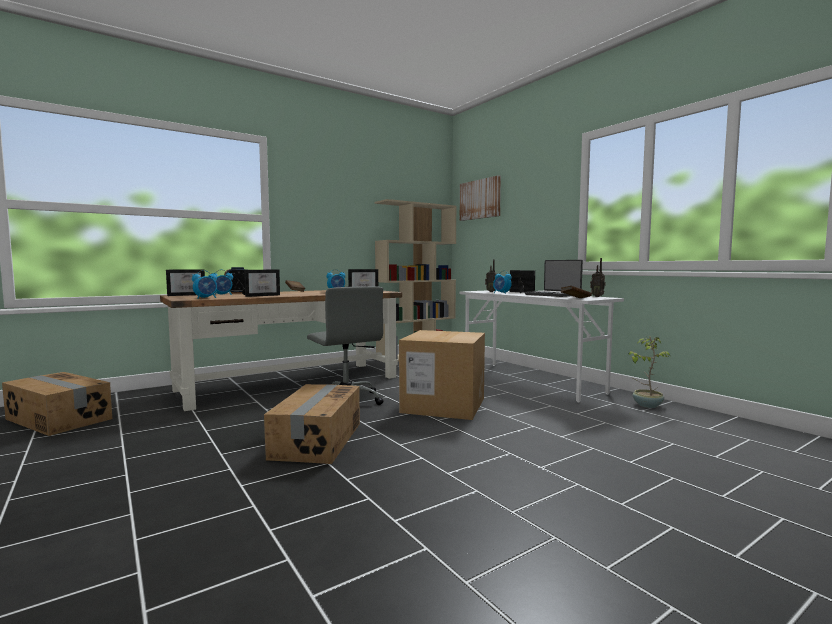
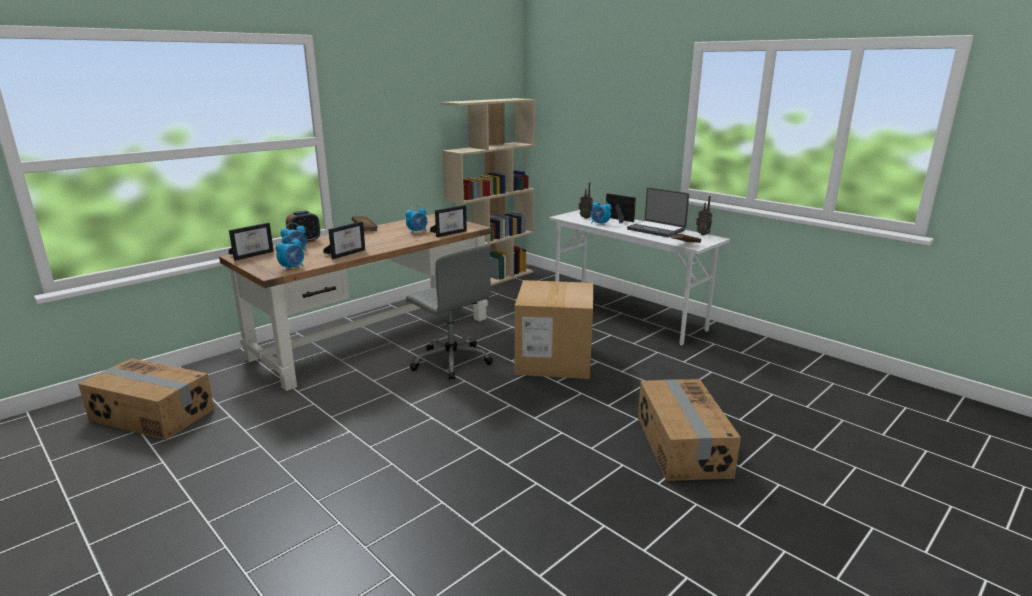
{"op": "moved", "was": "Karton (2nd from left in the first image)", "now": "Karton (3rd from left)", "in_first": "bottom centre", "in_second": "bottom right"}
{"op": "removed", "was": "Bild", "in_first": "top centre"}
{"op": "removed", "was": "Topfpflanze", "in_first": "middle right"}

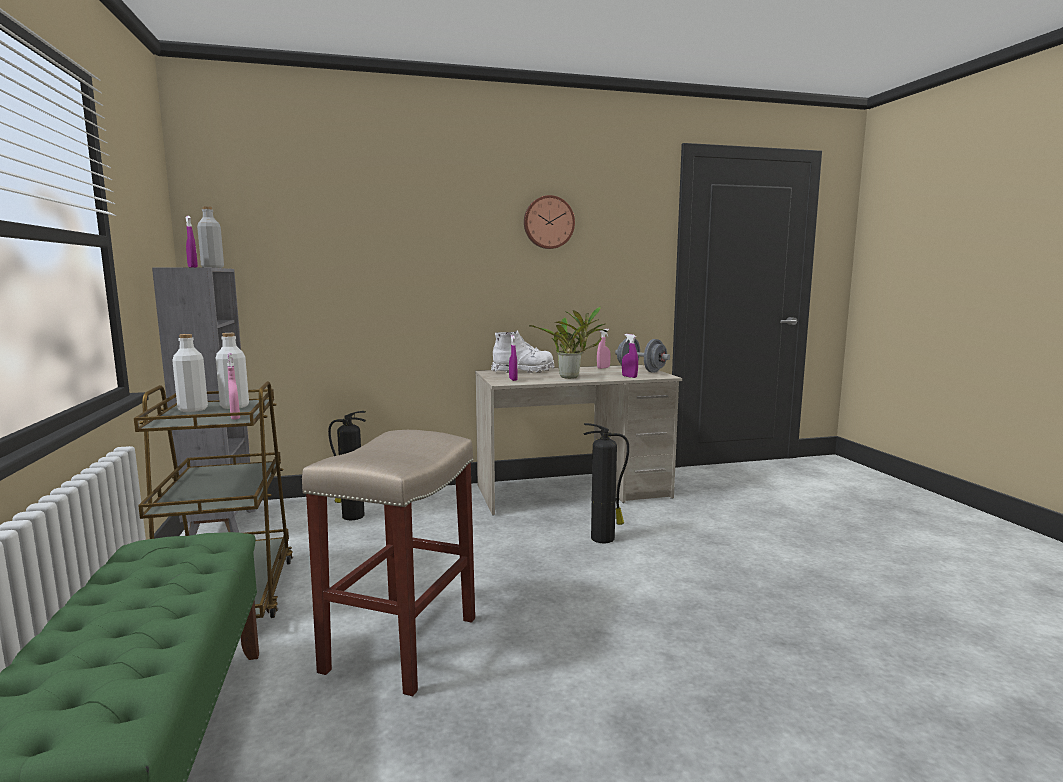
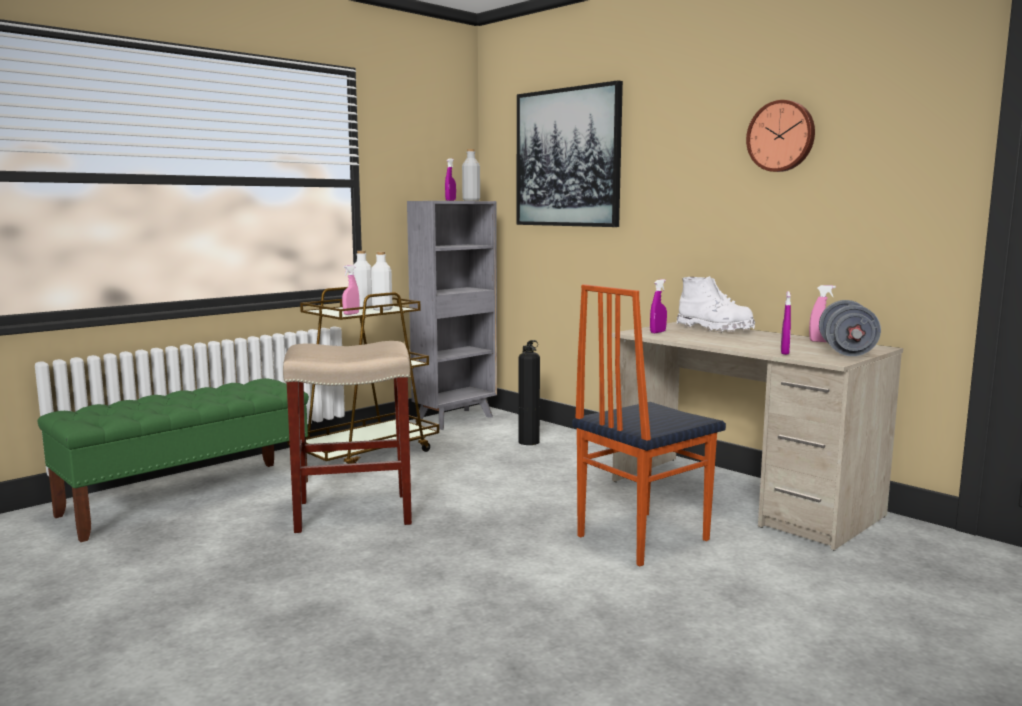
{"op": "added", "now": "Bild", "in_second": "top centre"}
{"op": "replaced", "was": "Feuerlöscher (2nd from left)", "now": "Stuhl", "in_first": "centre", "in_second": "centre"}
{"op": "removed", "was": "Topfpflanze", "in_first": "centre"}

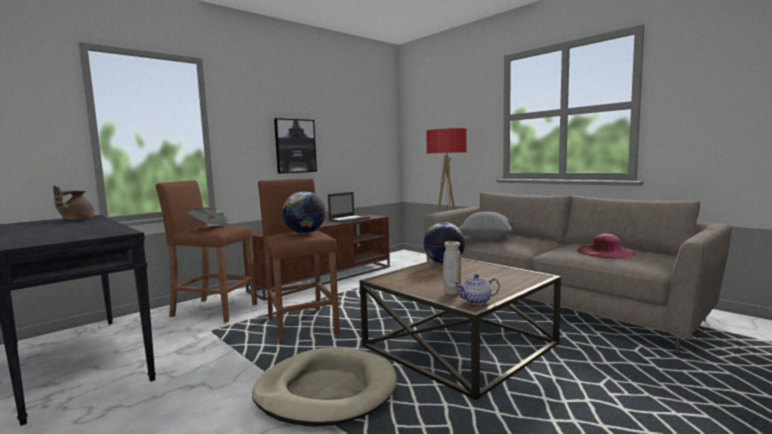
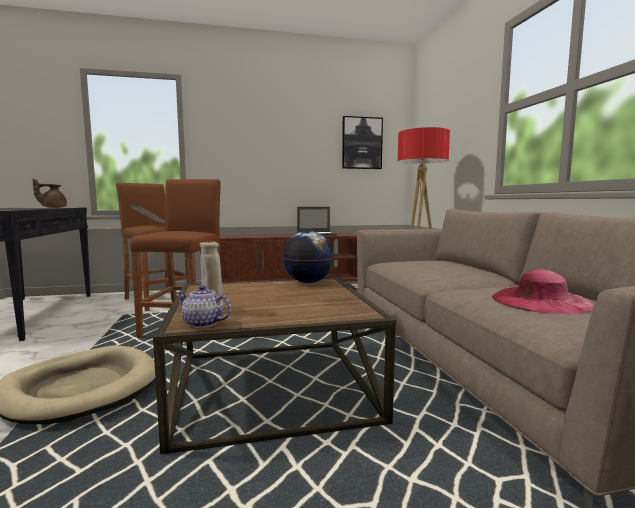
{"op": "moved", "was": "Bild", "in_first": "centre", "in_second": "top centre"}
{"op": "removed", "was": "Globus (1st from left)", "in_first": "centre"}
{"op": "removed", "was": "Kissen (grau)", "in_first": "centre"}

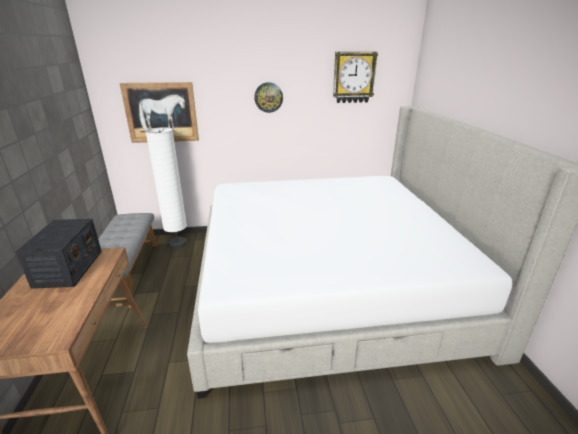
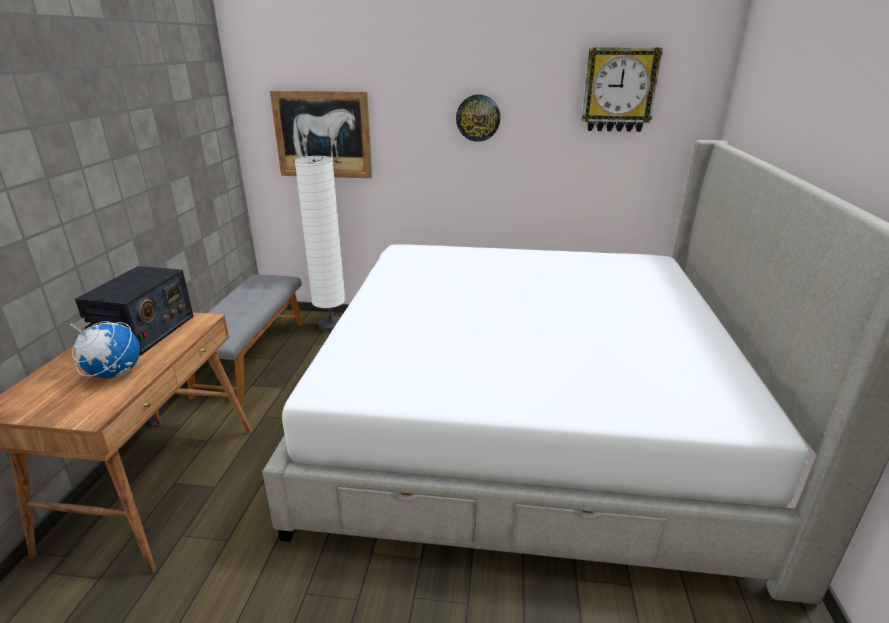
{"op": "added", "now": "Globus", "in_second": "middle left"}

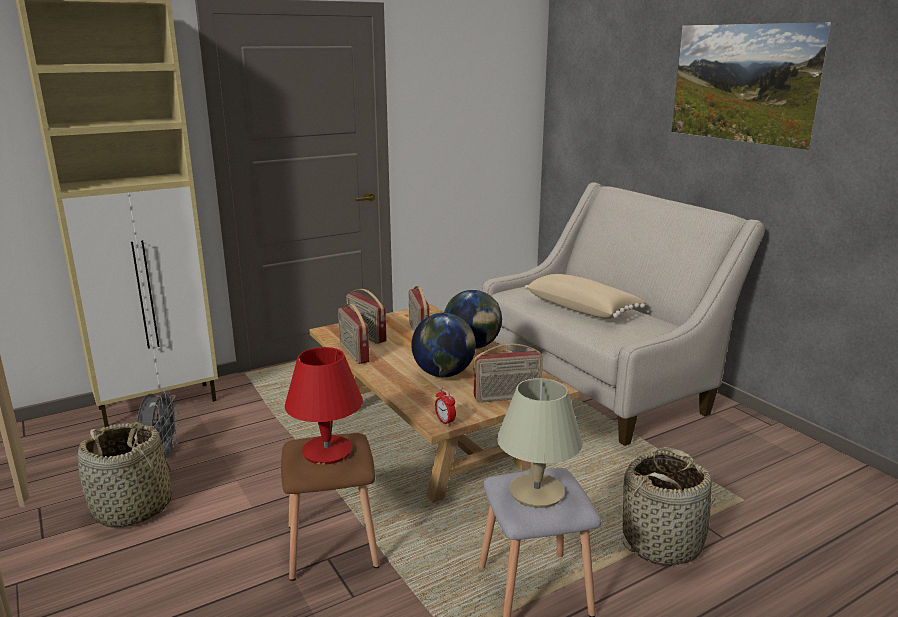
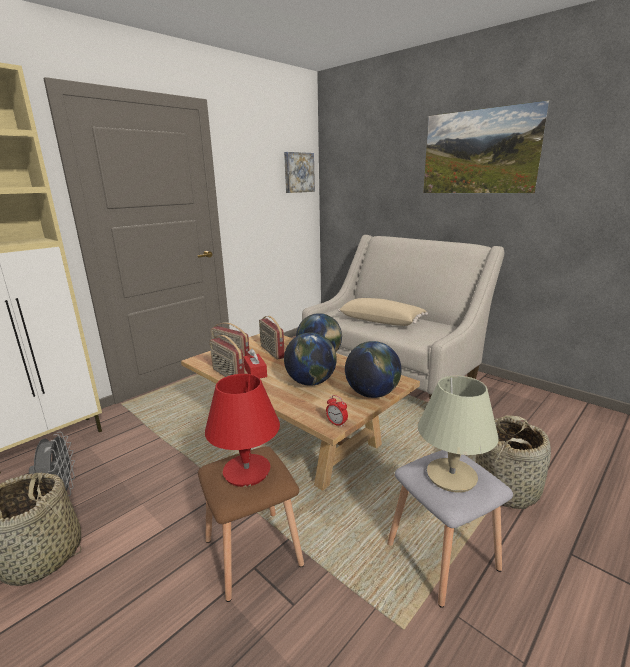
{"op": "added", "now": "Taschentuchbox (rot)", "in_second": "centre"}
{"op": "added", "now": "Bild (1st from left)", "in_second": "top centre"}
{"op": "replaced", "was": "Radio (4th from left)", "now": "Globus (3rd from left)", "in_first": "centre", "in_second": "centre"}

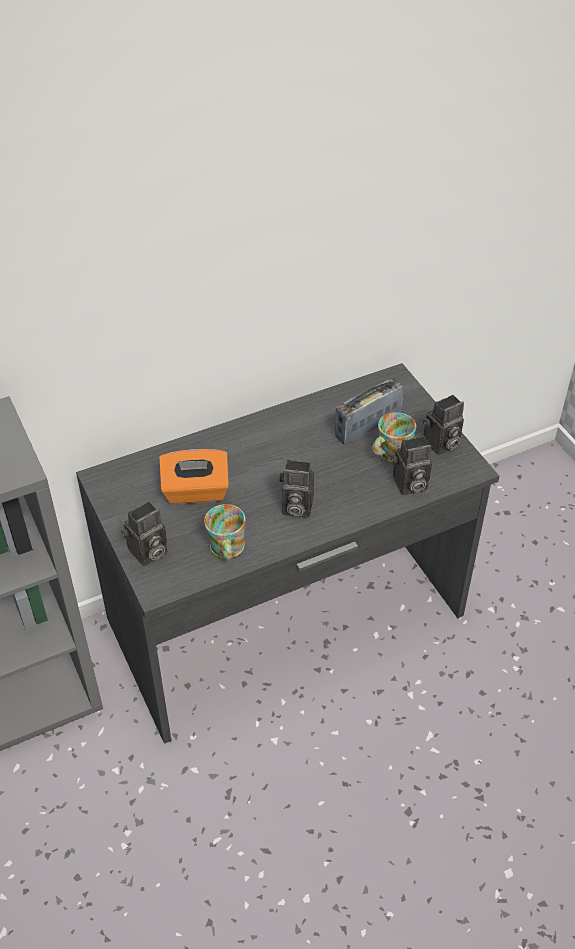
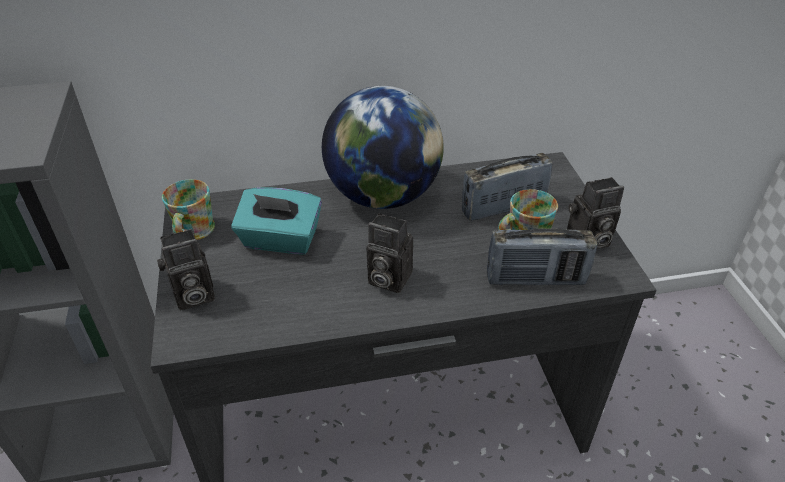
{"op": "moved", "was": "Henkelbecher (1st from left)", "in_first": "centre", "in_second": "middle left"}
{"op": "recoloured", "was": "Taschentuchbox (orange)", "now": "Taschentuchbox (türkis)", "in_first": "centre", "in_second": "centre"}
{"op": "added", "now": "Globus", "in_second": "top centre"}
{"op": "replaced", "was": "Kamera (3rd from left)", "now": "Radio (2nd from left)", "in_first": "middle right", "in_second": "middle right"}

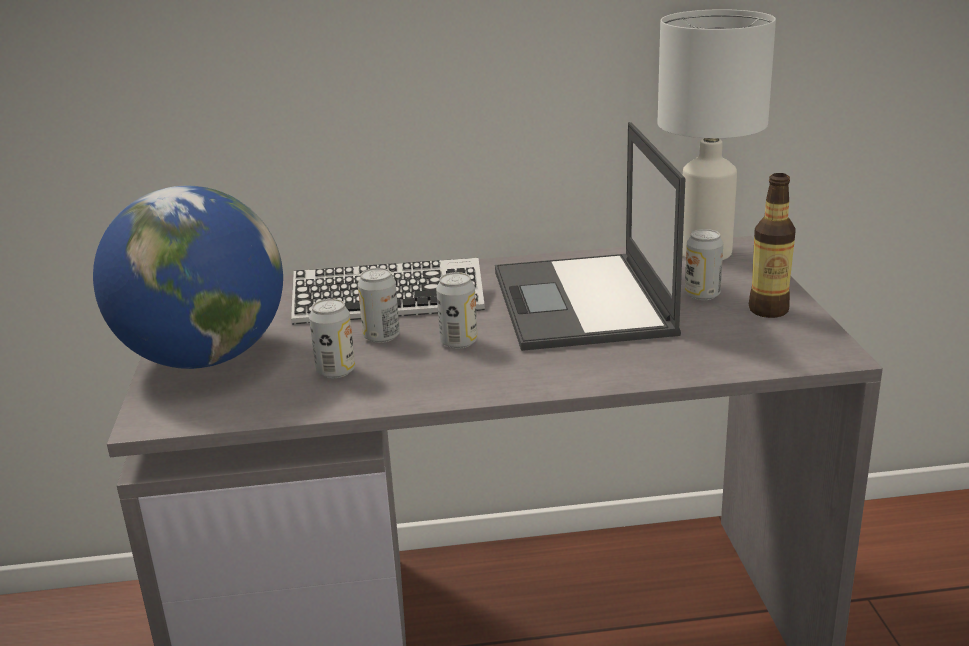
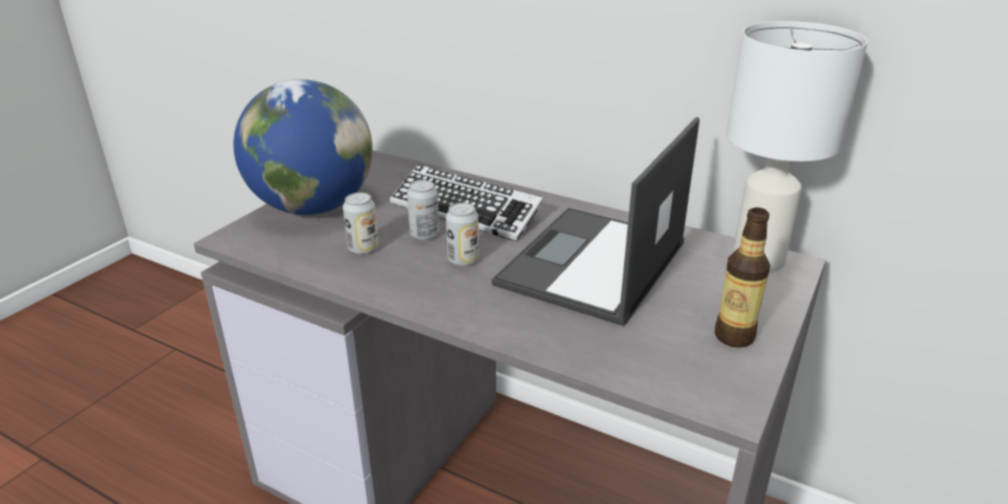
{"op": "removed", "was": "Dose (4th from left)", "in_first": "middle right"}

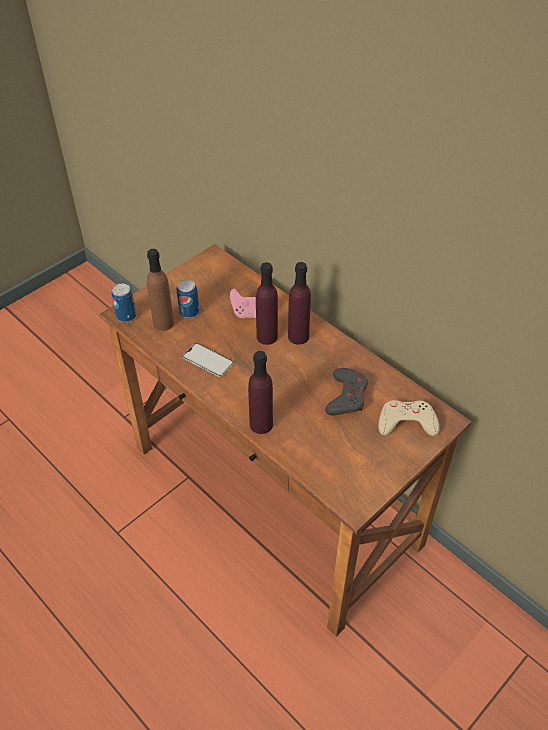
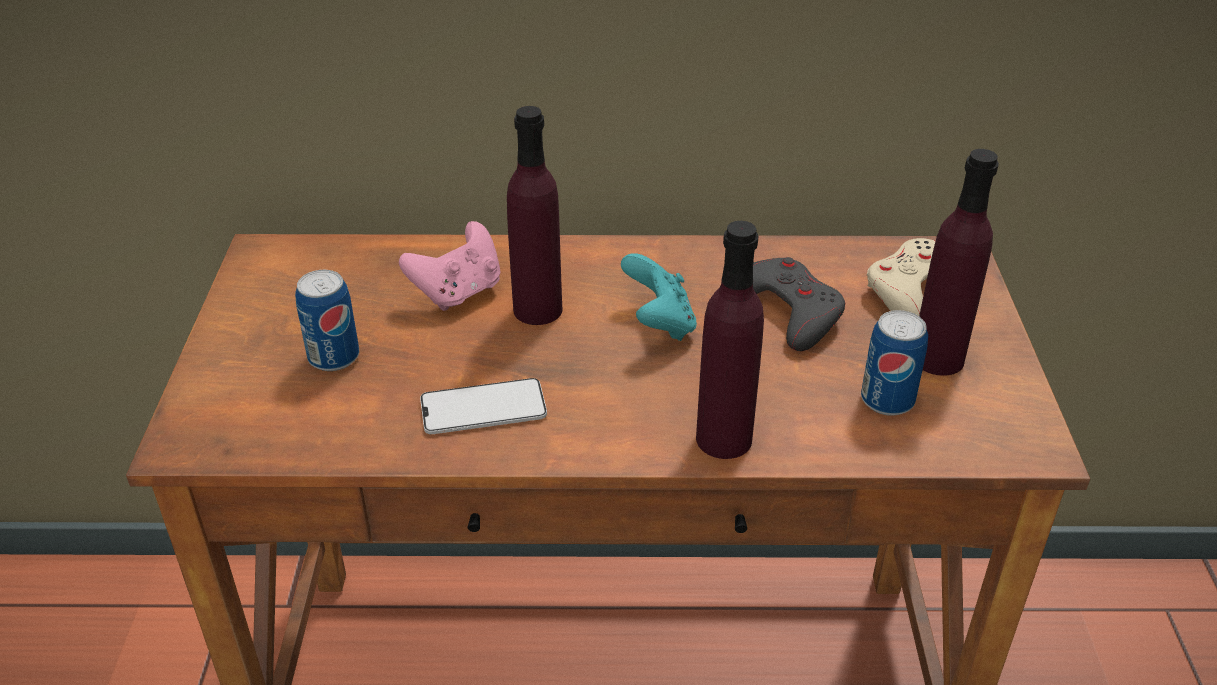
{"op": "added", "now": "Gamepad (türkis)", "in_second": "centre"}
{"op": "moved", "was": "Dose (1st from left in the first image)", "now": "Dose (2nd from left)", "in_first": "middle left", "in_second": "middle right"}
{"op": "moved", "was": "Flasche (lila) (3rd from left)", "in_first": "centre", "in_second": "middle right"}
{"op": "removed", "was": "Flasche (braun)", "in_first": "middle left"}

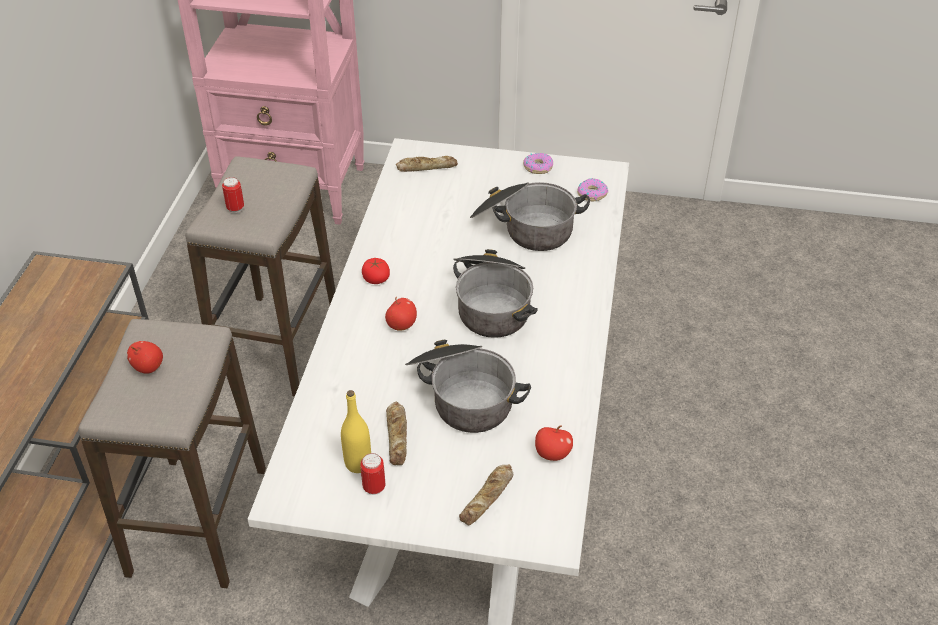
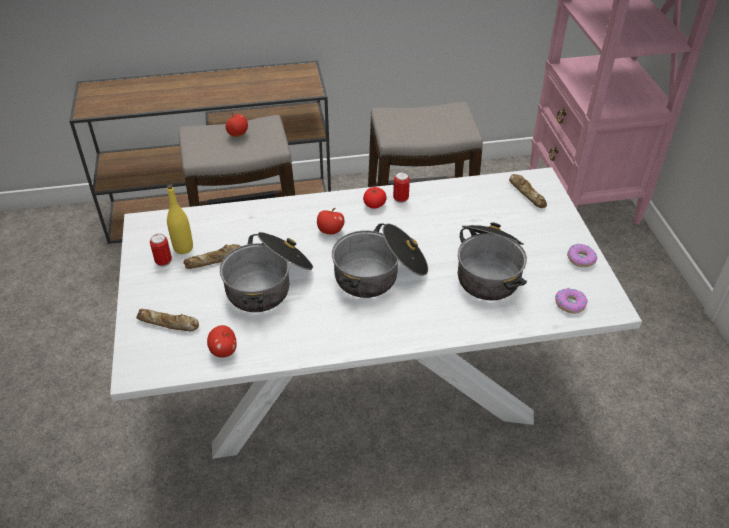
{"op": "moved", "was": "Dose (1st from left in the first image)", "now": "Dose (2nd from left)", "in_first": "top left", "in_second": "centre"}

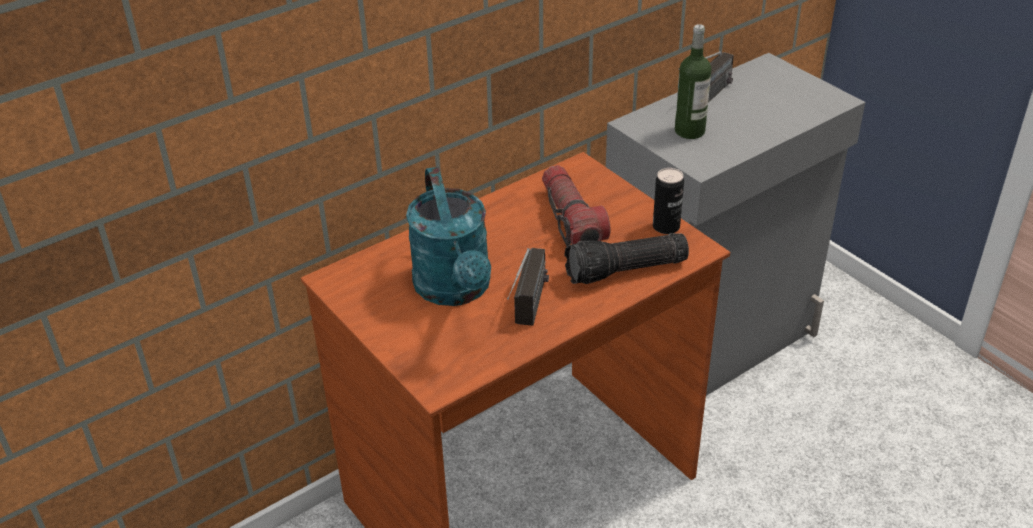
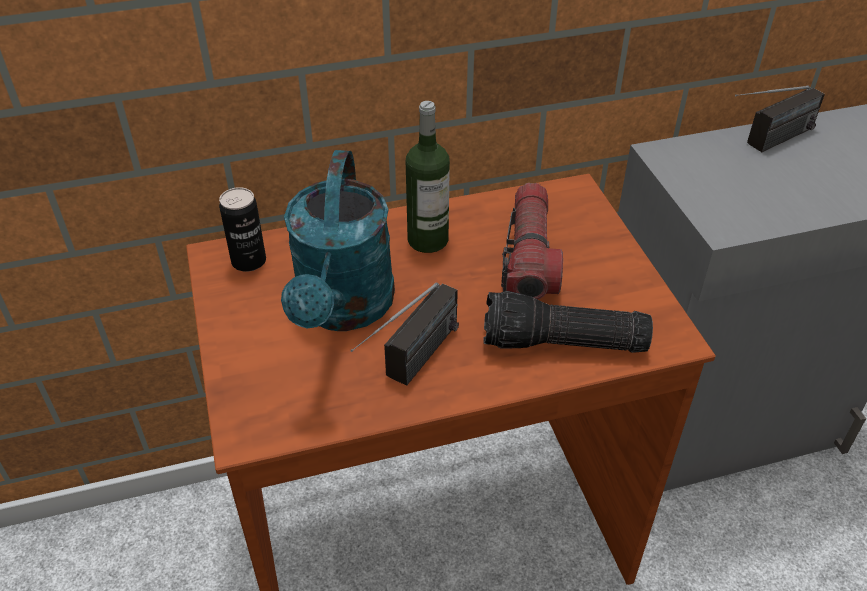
{"op": "moved", "was": "Dose", "in_first": "centre", "in_second": "middle left"}
{"op": "moved", "was": "Flasche", "in_first": "top right", "in_second": "top centre"}

